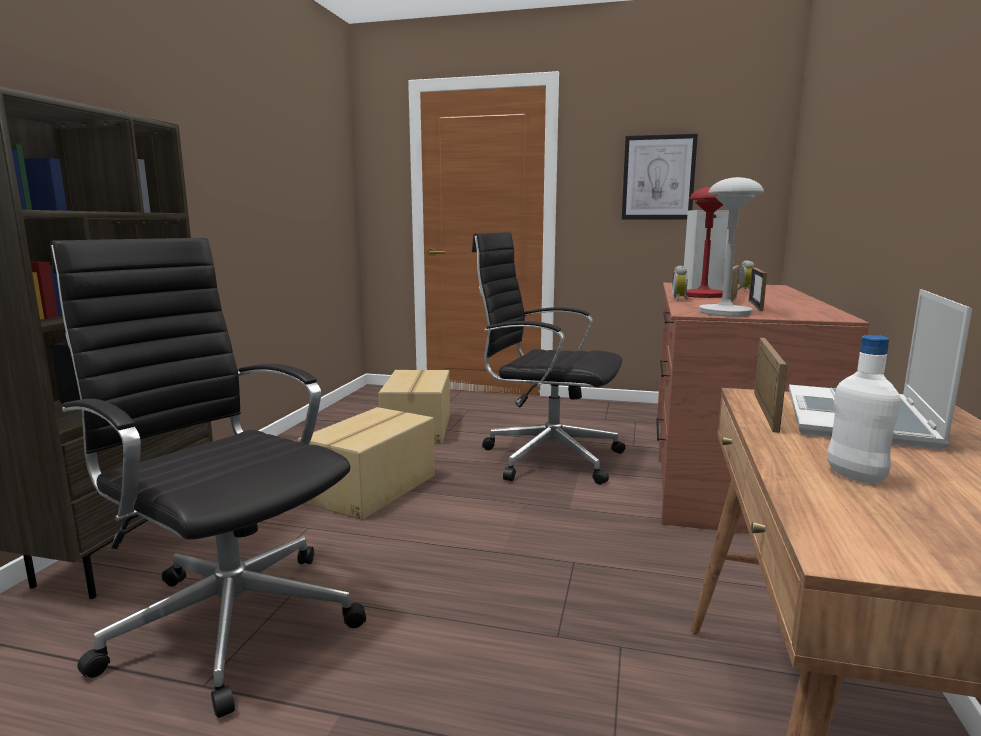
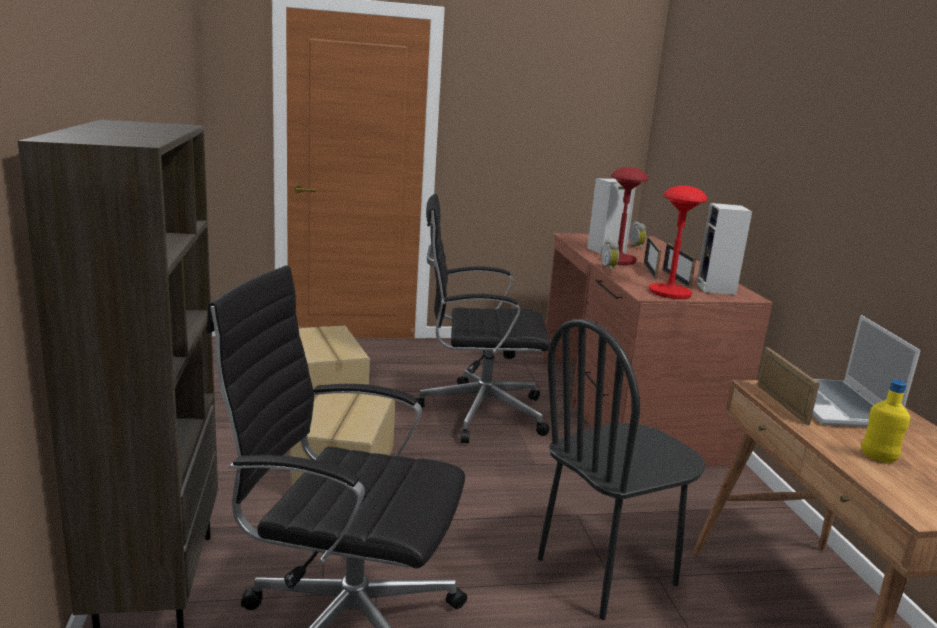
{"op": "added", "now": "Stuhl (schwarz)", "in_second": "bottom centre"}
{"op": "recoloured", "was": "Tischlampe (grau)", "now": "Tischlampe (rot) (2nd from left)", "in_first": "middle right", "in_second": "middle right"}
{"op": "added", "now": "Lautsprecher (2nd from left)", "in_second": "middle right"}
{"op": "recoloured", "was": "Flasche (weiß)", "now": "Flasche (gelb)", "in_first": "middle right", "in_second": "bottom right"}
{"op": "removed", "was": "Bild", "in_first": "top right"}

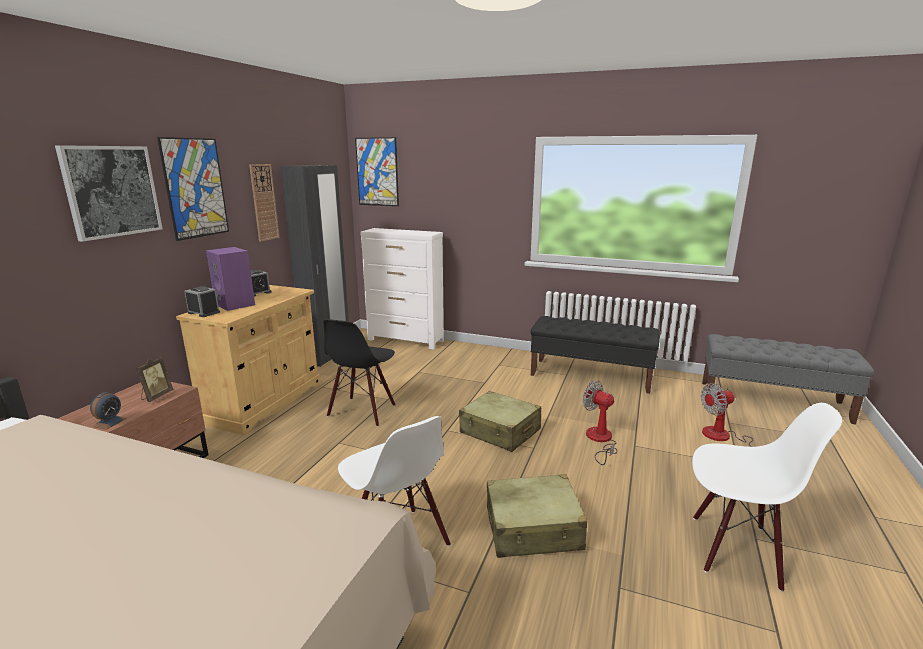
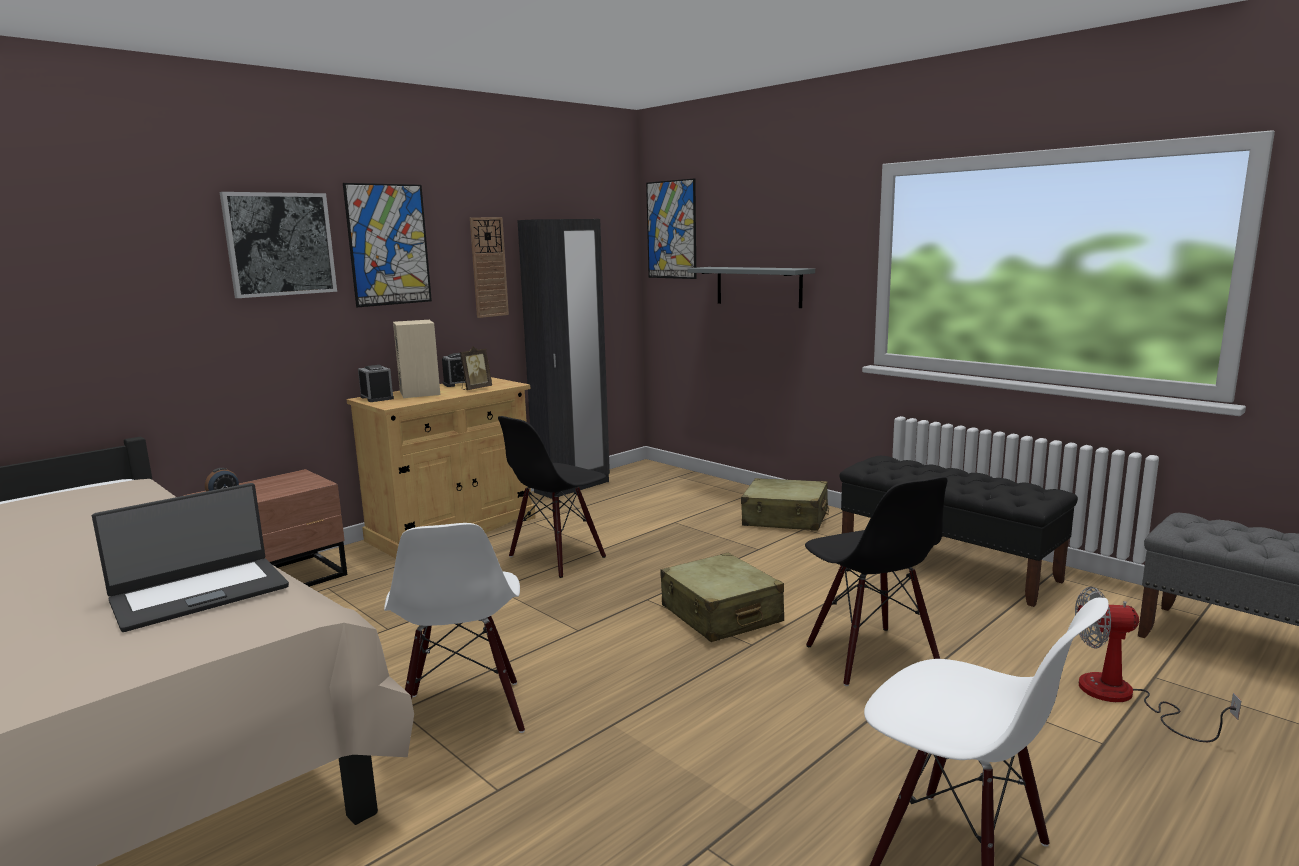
{"op": "added", "now": "Laptop", "in_second": "middle left"}
{"op": "recoloured", "was": "Lautsprecher (lila)", "now": "Lautsprecher (beige)", "in_first": "middle left", "in_second": "middle left"}
{"op": "moved", "was": "Bilderrahmen", "in_first": "middle left", "in_second": "centre"}
{"op": "added", "now": "Wandregal (grau)", "in_second": "top centre"}
{"op": "moved", "was": "Koffer (beige) (2nd from left)", "in_first": "bottom centre", "in_second": "centre"}
{"op": "replaced", "was": "Ventilator (1st from left)", "now": "Stuhl (schwarz) (2nd from left)", "in_first": "centre", "in_second": "bottom right"}
{"op": "removed", "was": "Kommode (weiß)", "in_first": "centre"}

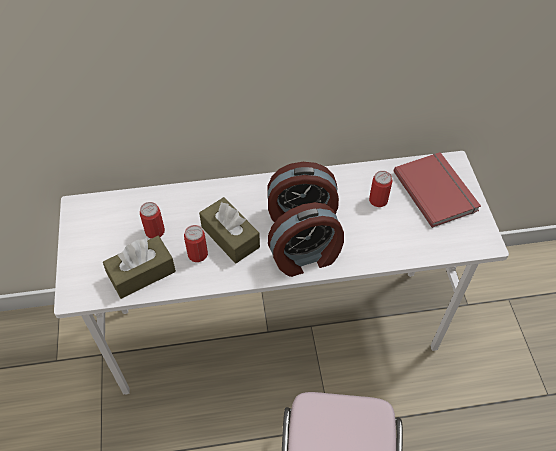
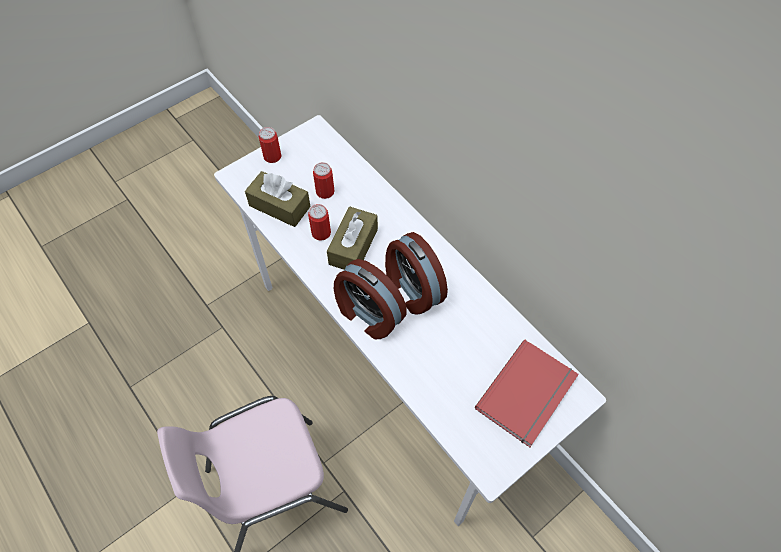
{"op": "moved", "was": "Dose (3rd from left in the first image)", "now": "Dose (1st from left)", "in_first": "middle right", "in_second": "top centre"}

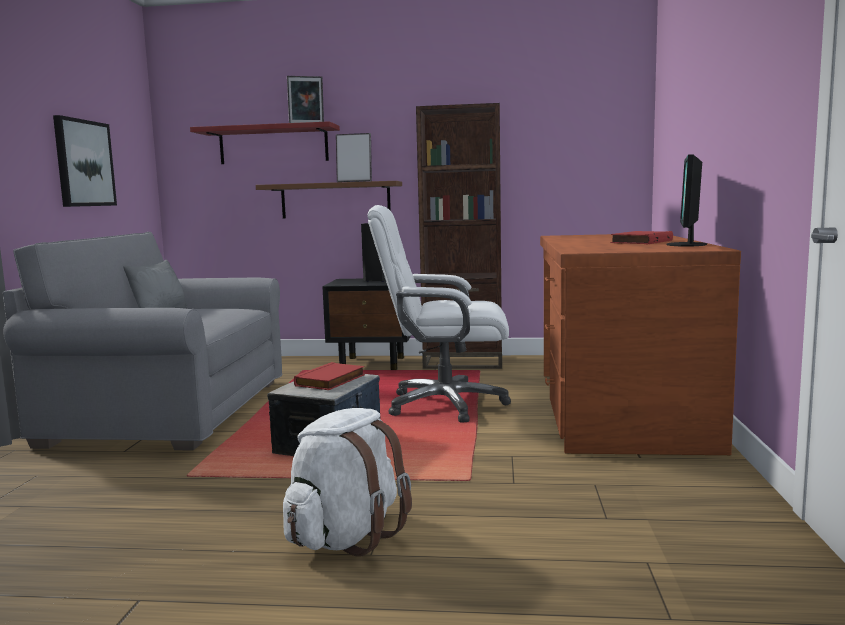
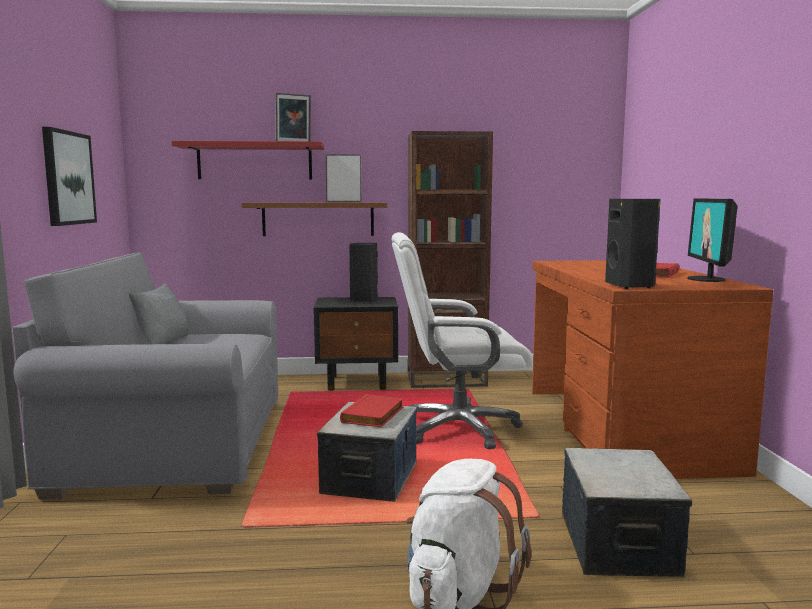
{"op": "added", "now": "Aufbewahrungsbox (2nd from left)", "in_second": "bottom right"}
{"op": "added", "now": "Lautsprecher (schwarz) (2nd from left)", "in_second": "middle right"}

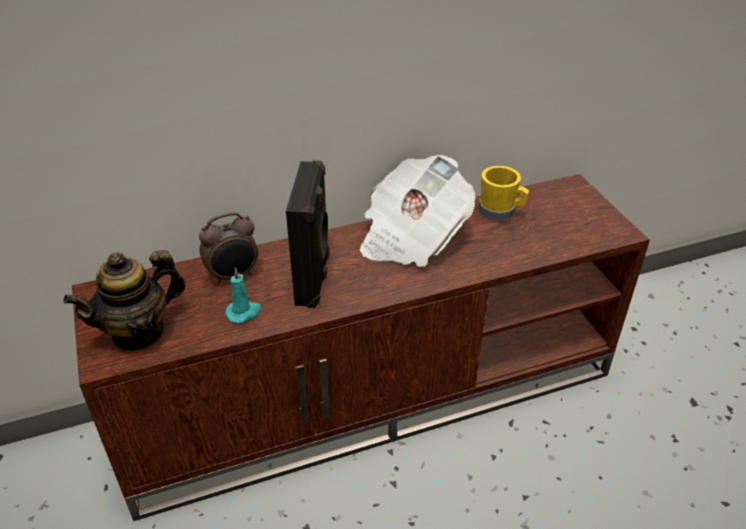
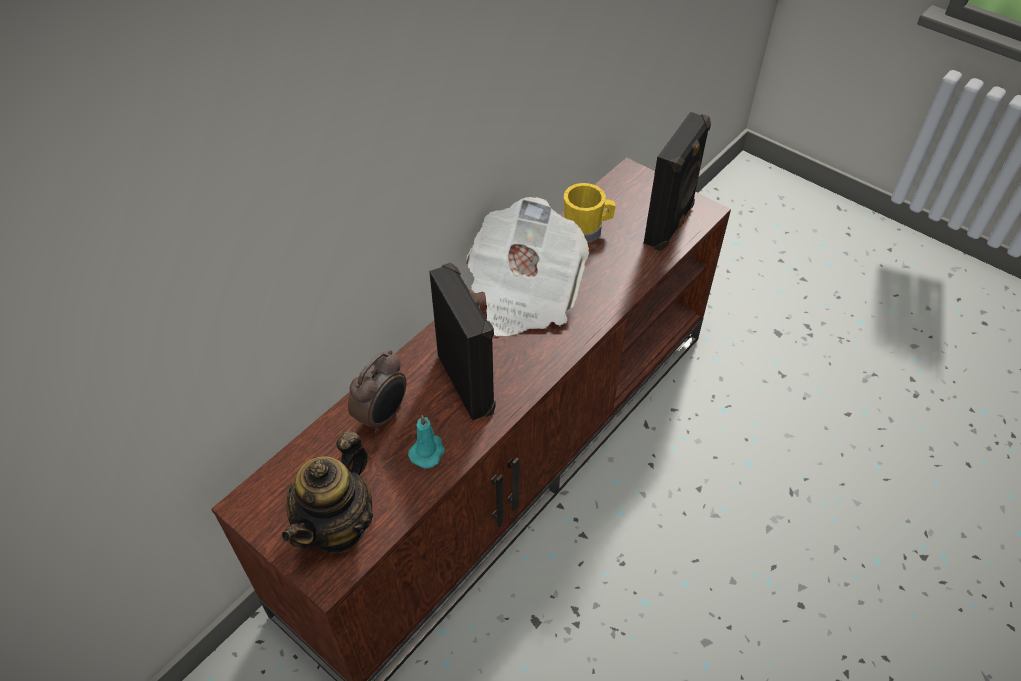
{"op": "added", "now": "Lautsprecher (schwarz) (2nd from left)", "in_second": "top centre"}

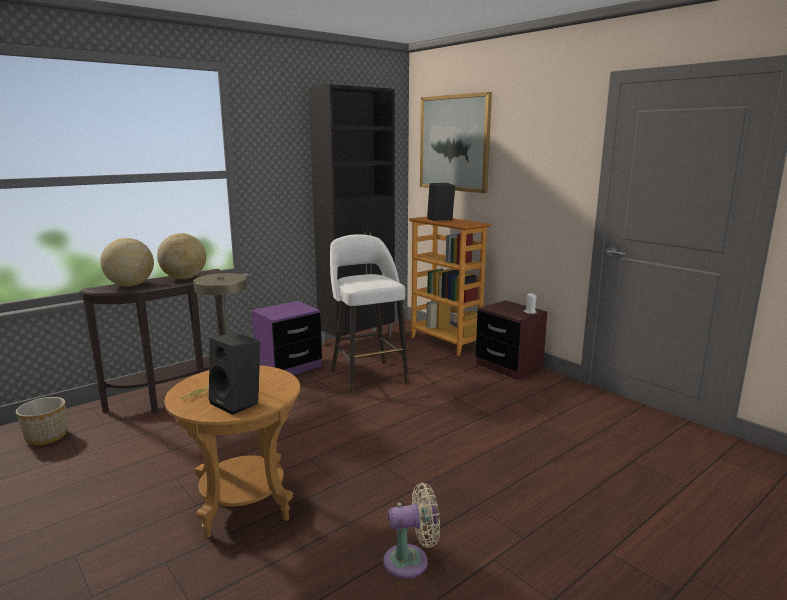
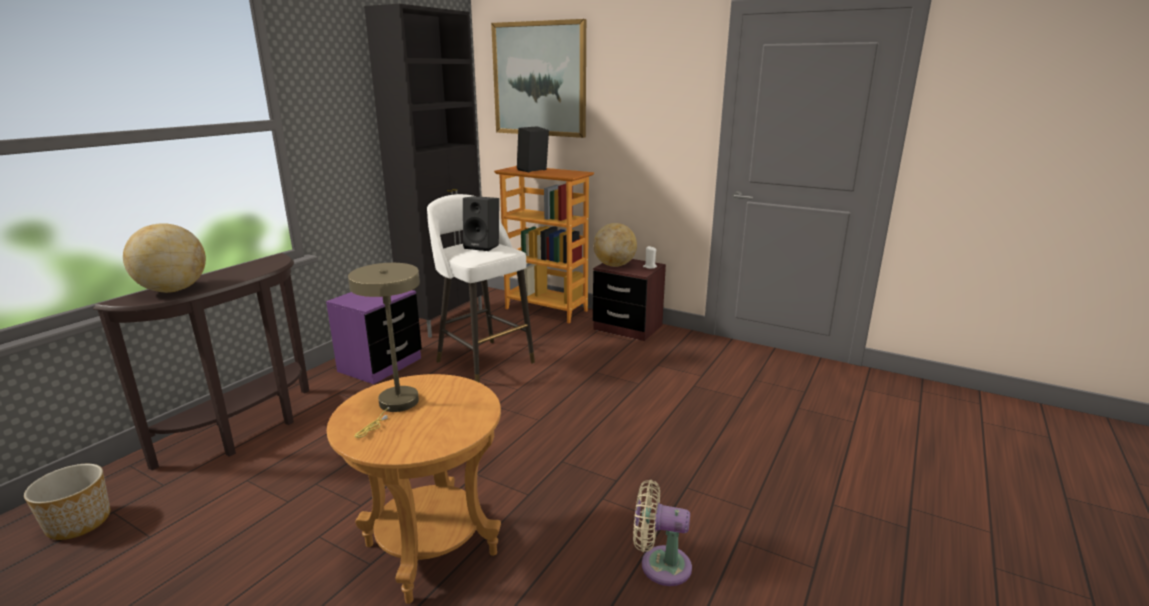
{"op": "moved", "was": "Lautsprecher (schwarz) (1st from left)", "in_first": "middle left", "in_second": "centre"}
{"op": "moved", "was": "Globus (2nd from left)", "in_first": "middle left", "in_second": "centre"}
{"op": "turned", "was": "Ventilator (beige)", "in_first": "bottom centre", "in_second": "bottom centre", "clockwise": -135}

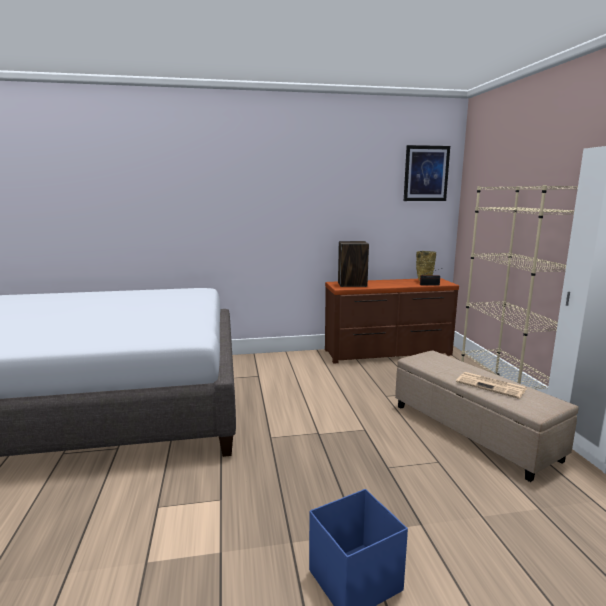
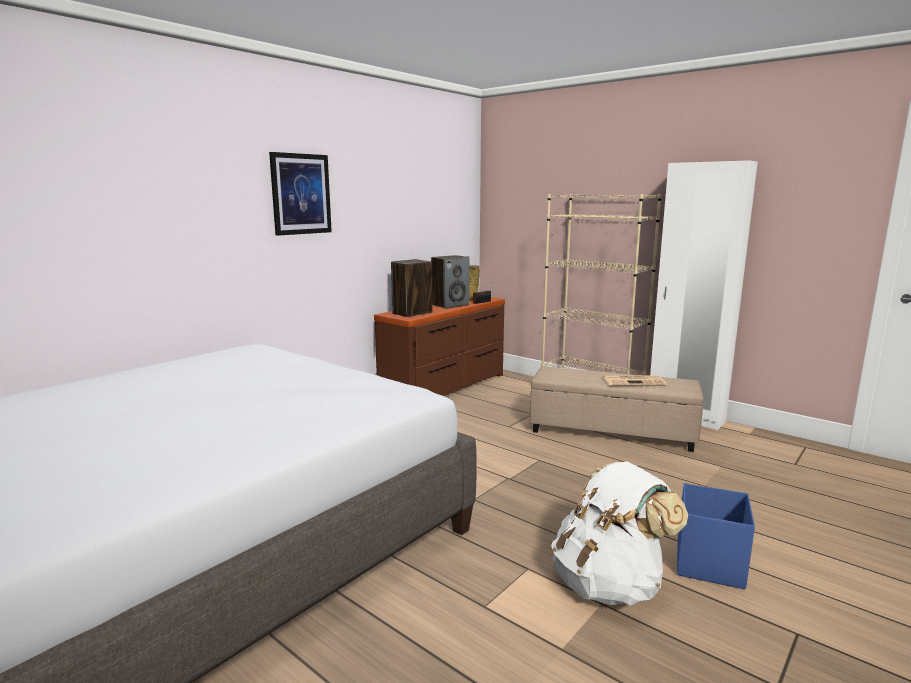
{"op": "moved", "was": "Bild", "in_first": "top right", "in_second": "top left"}
{"op": "added", "now": "Lautsprecher (2nd from left)", "in_second": "centre"}
{"op": "added", "now": "Rucksack (weiß)", "in_second": "bottom right"}

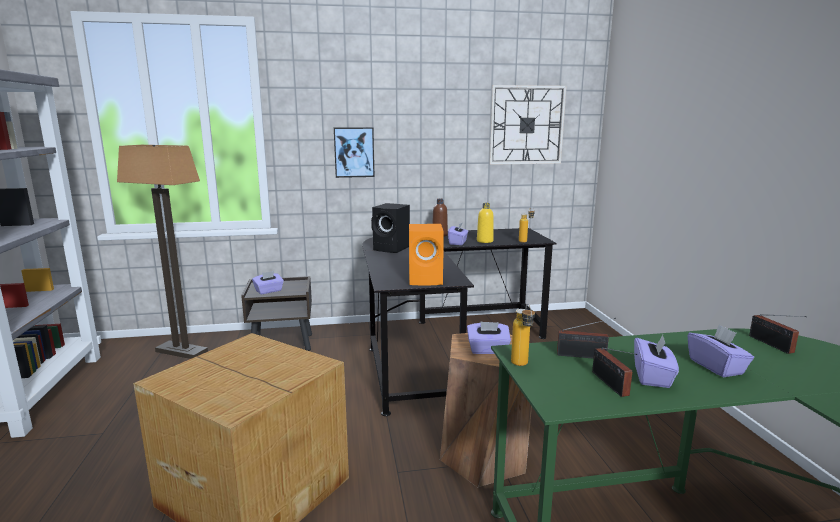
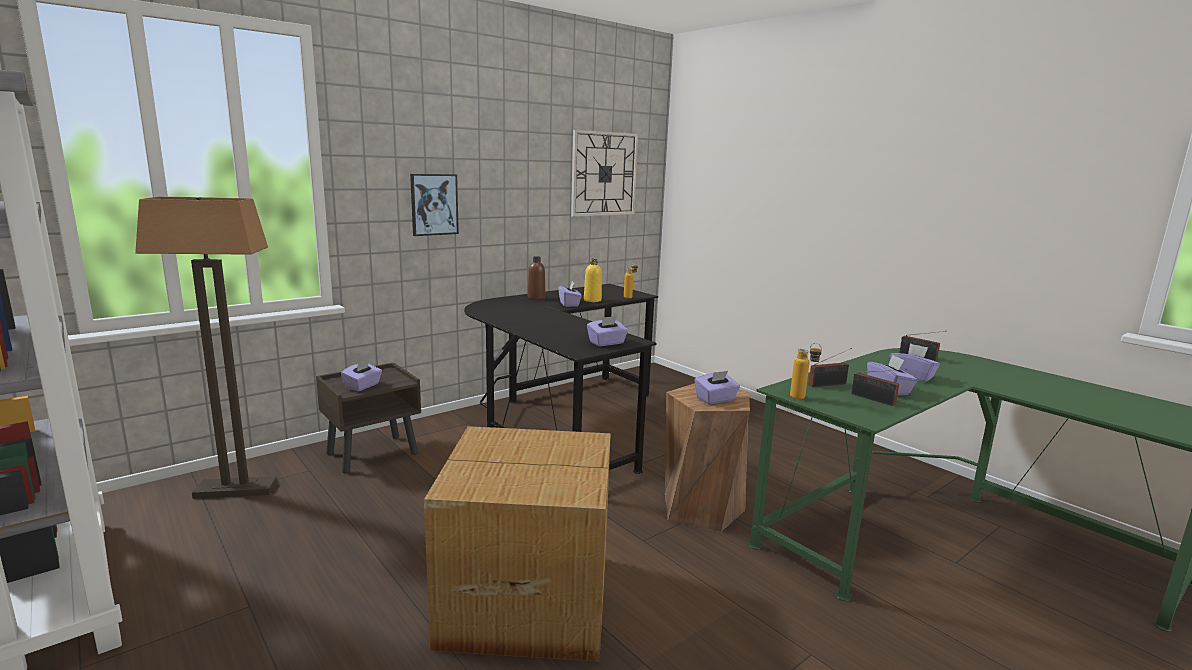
{"op": "replaced", "was": "Lautsprecher (orange)", "now": "Taschentuchbox (lila) (3rd from left)", "in_first": "centre", "in_second": "centre"}
{"op": "removed", "was": "Lautsprecher (schwarz)", "in_first": "centre"}

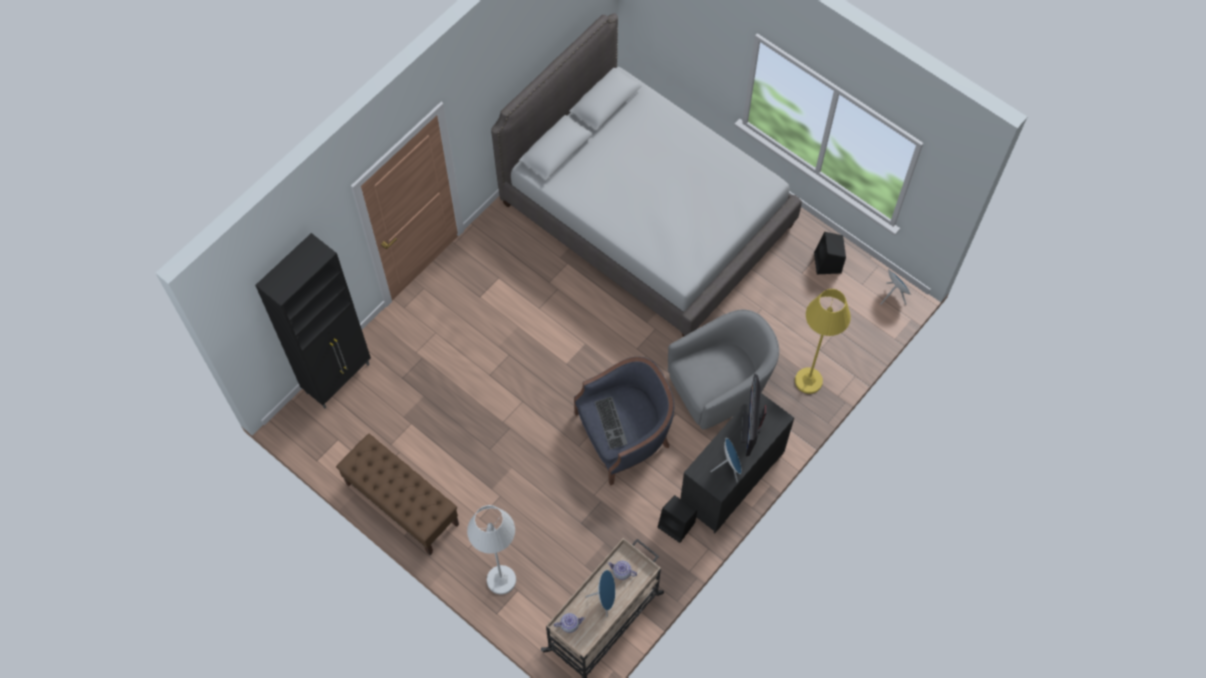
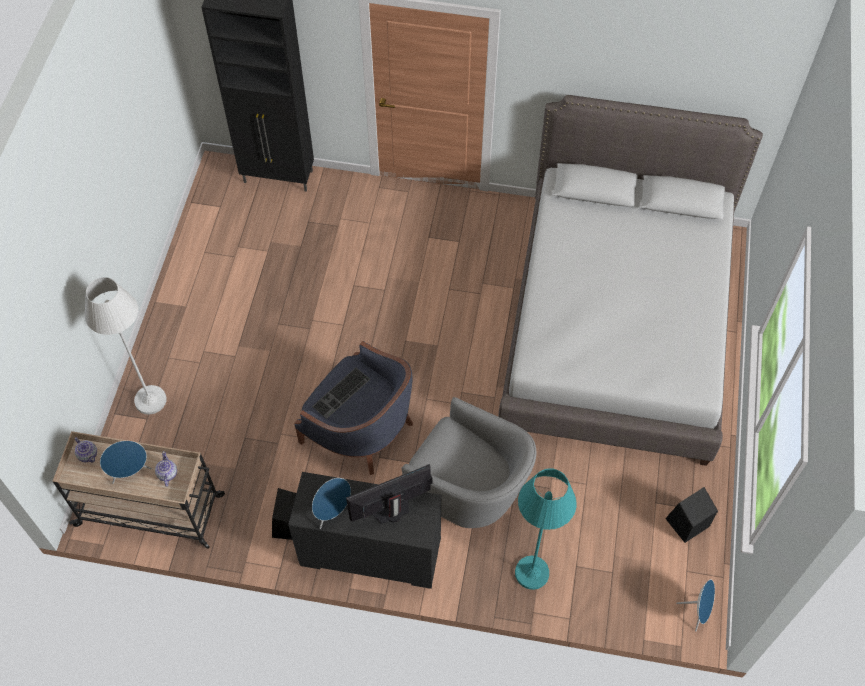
{"op": "recoloured", "was": "Stehlampe (gelb)", "now": "Stehlampe (türkis)", "in_first": "middle right", "in_second": "bottom centre"}
{"op": "removed", "was": "Bank (braun)", "in_first": "bottom left"}

